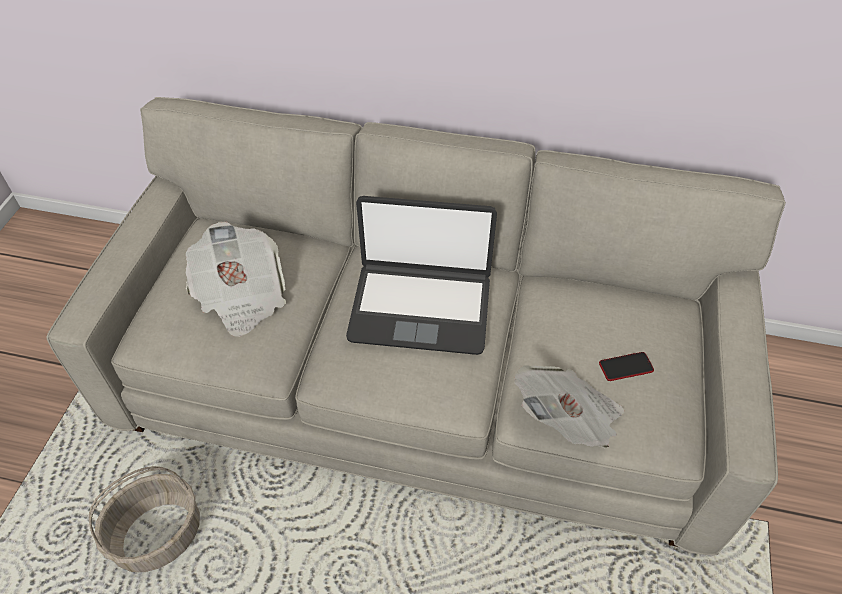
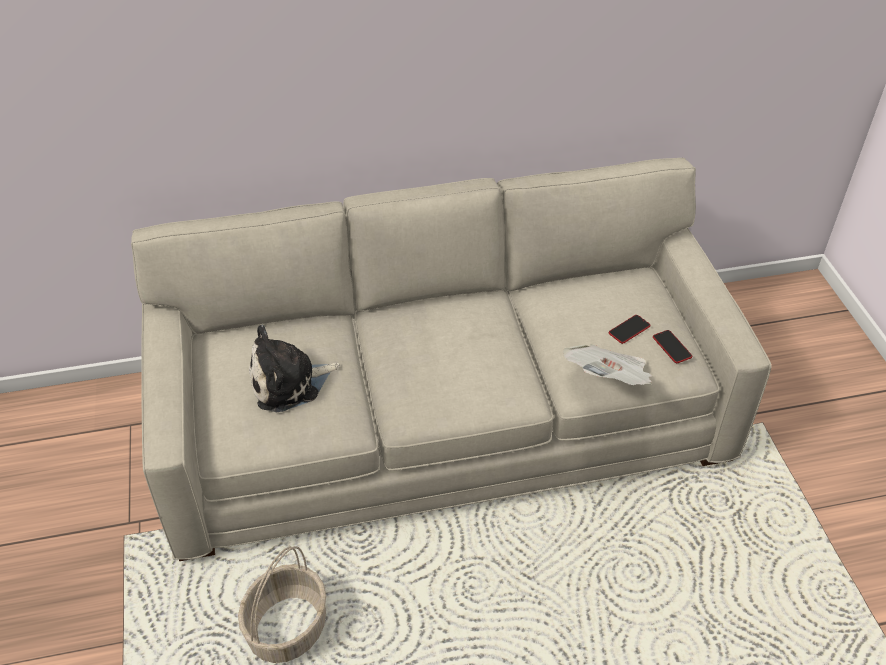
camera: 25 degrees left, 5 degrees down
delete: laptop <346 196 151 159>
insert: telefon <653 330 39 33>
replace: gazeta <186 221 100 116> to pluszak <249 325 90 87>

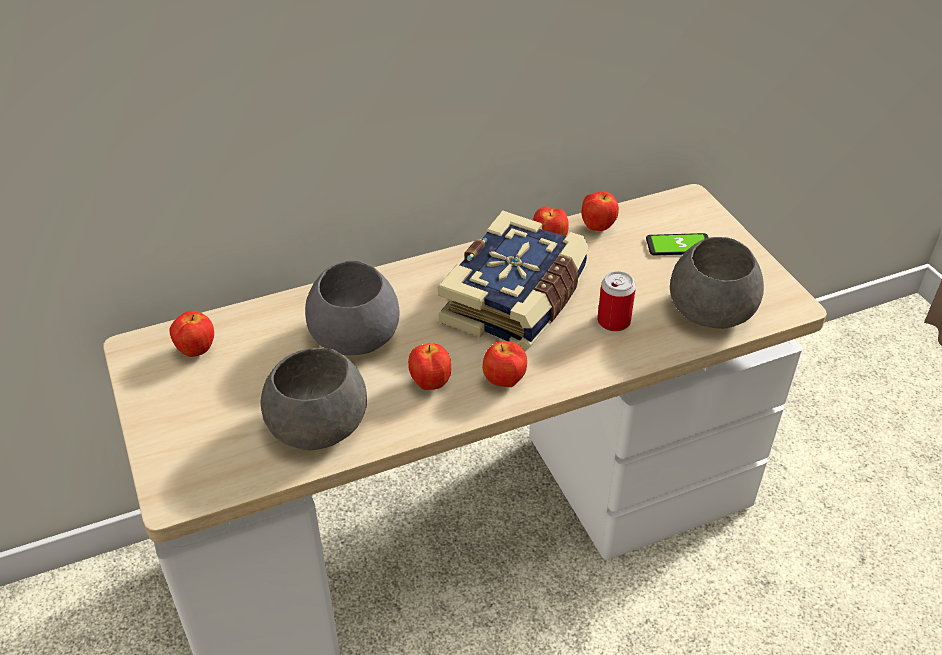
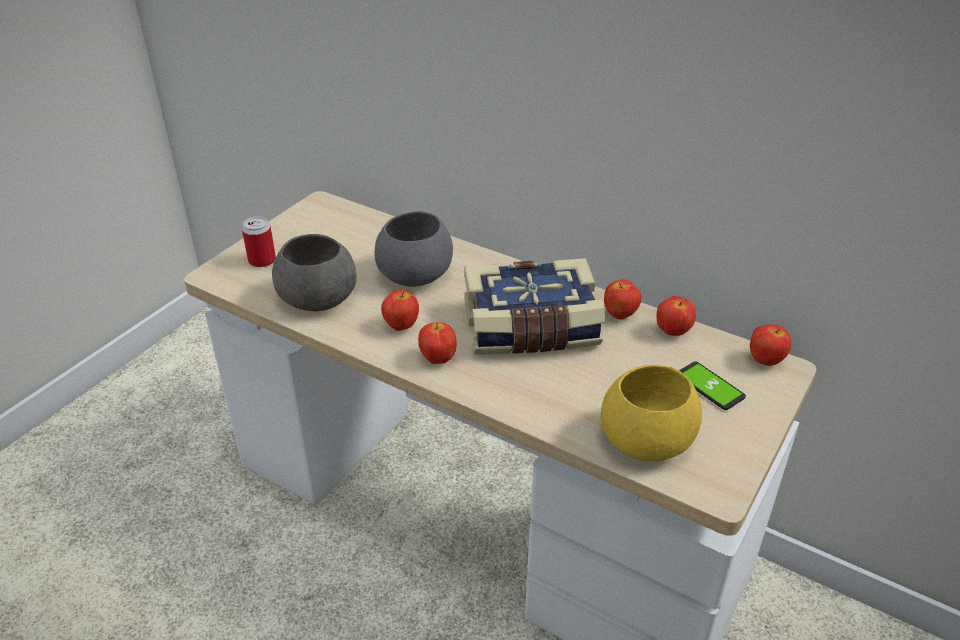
camera: 55 degrees right, 5 degrees down
move: jabłko <169 311 45 46> to <750 324 41 42>; puszka <597 271 39 61> to <242 216 34 51>
recolor: miska/szary <670 237 94 92> to miska/żółty <600 365 102 96>

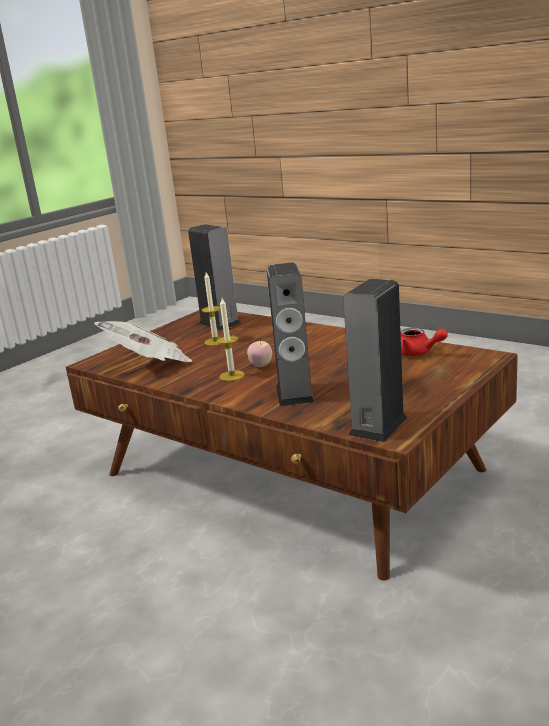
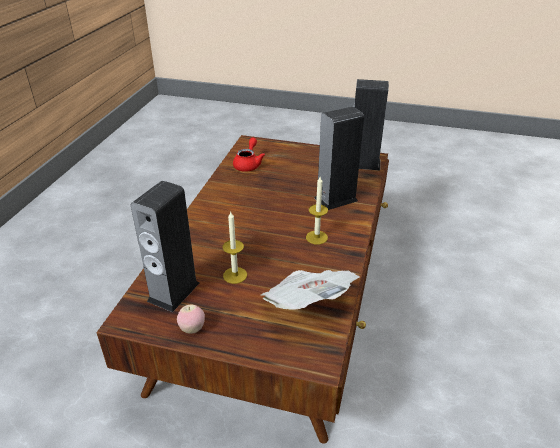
camera: 115 degrees left, 15 degrees up
move: jabłko <247 341 25 26> to <177 305 28 29>

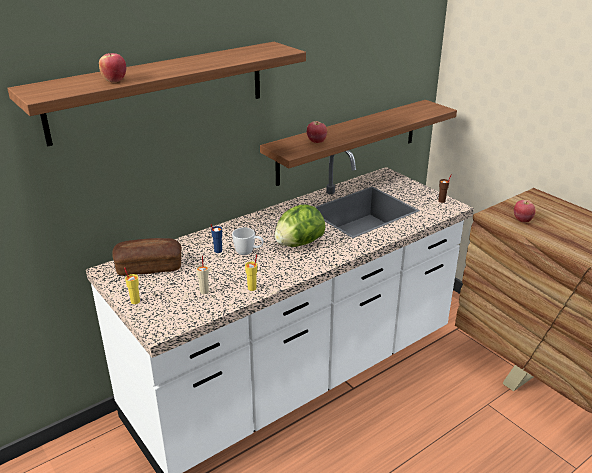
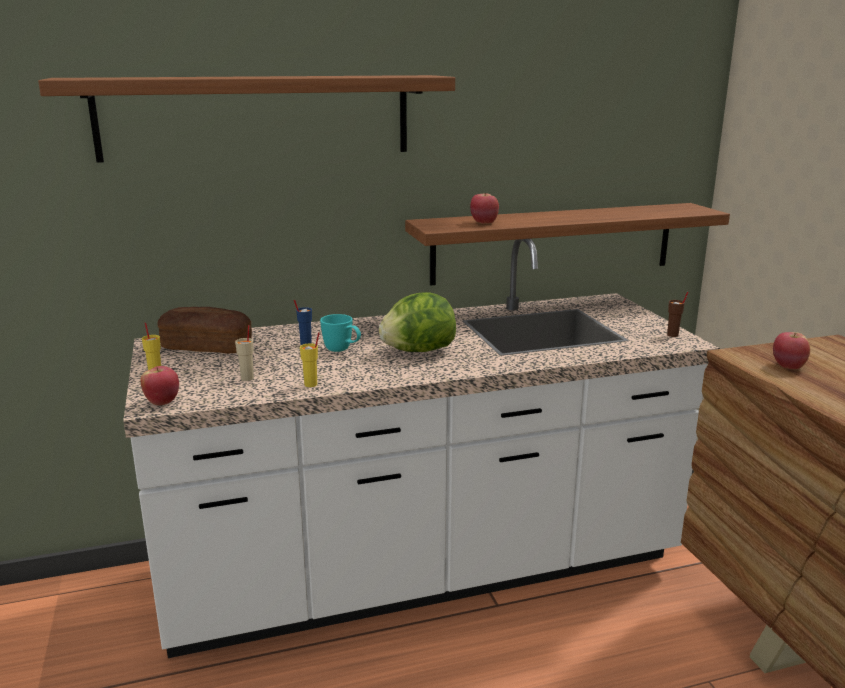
camera: 20 degrees right, 10 degrees down
move: jabłko <99 53 27 30> to <140 366 39 40>
recolor: kubek/biały <232 228 32 27> to kubek/turkusowy <320 314 41 38>

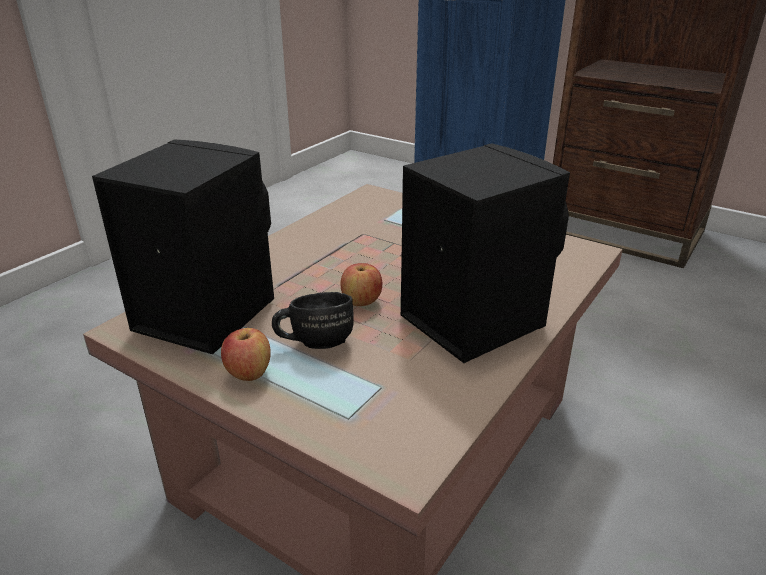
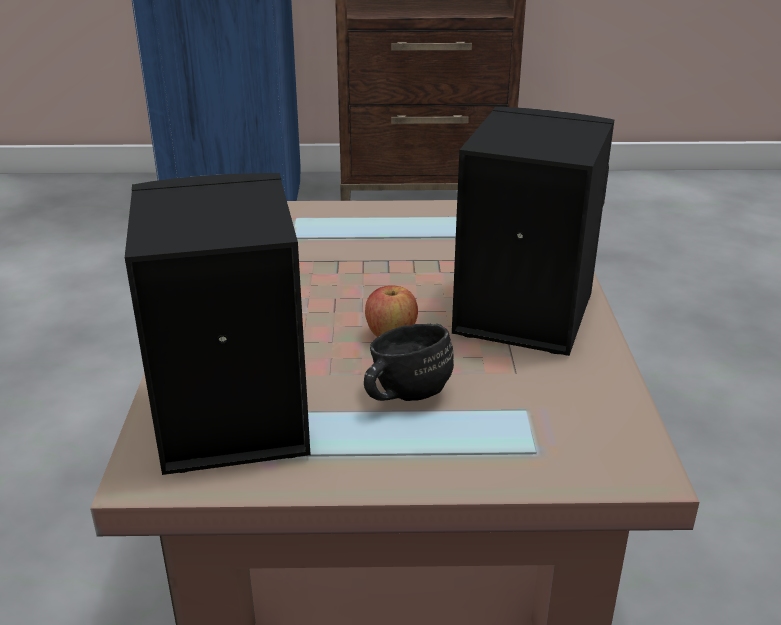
camera: 35 degrees left, 0 degrees up
delete: jabłko <221 328 50 53>

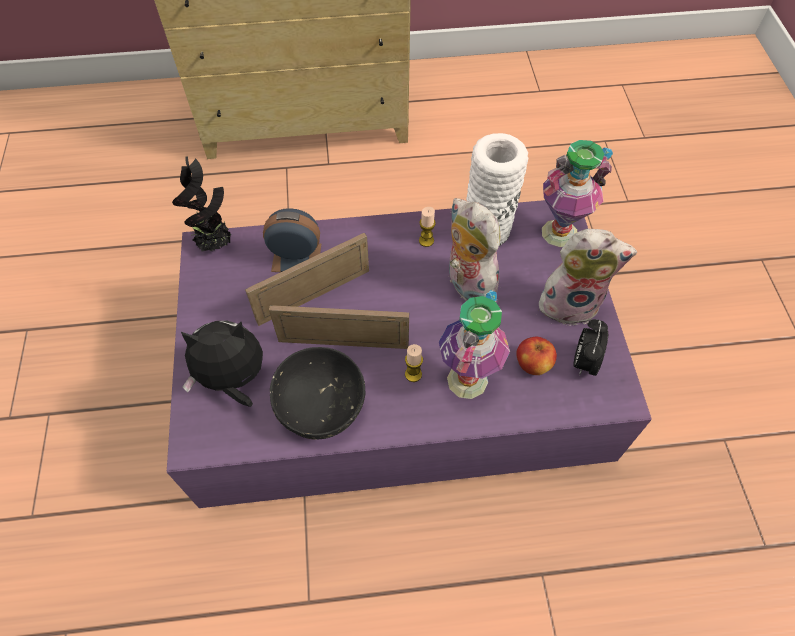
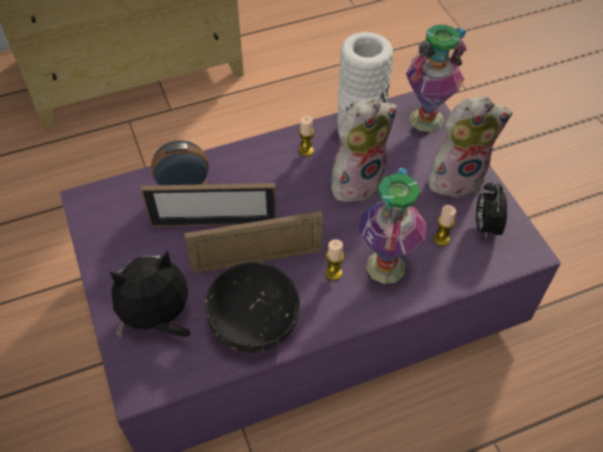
camera: 15 degrees left, 5 degrees down
delete: roślina doniczkowa <172 156 59 95>
replace: jabłko <516 337 41 38> to świeca <433 205 23 41>
rotate: ramka na zdjęcie <245 233 124 93> = <141 183 136 44> 135 degrees counterclockwise; pluszak <448 198 52 103> = <331 98 66 105> 105 degrees clockwise

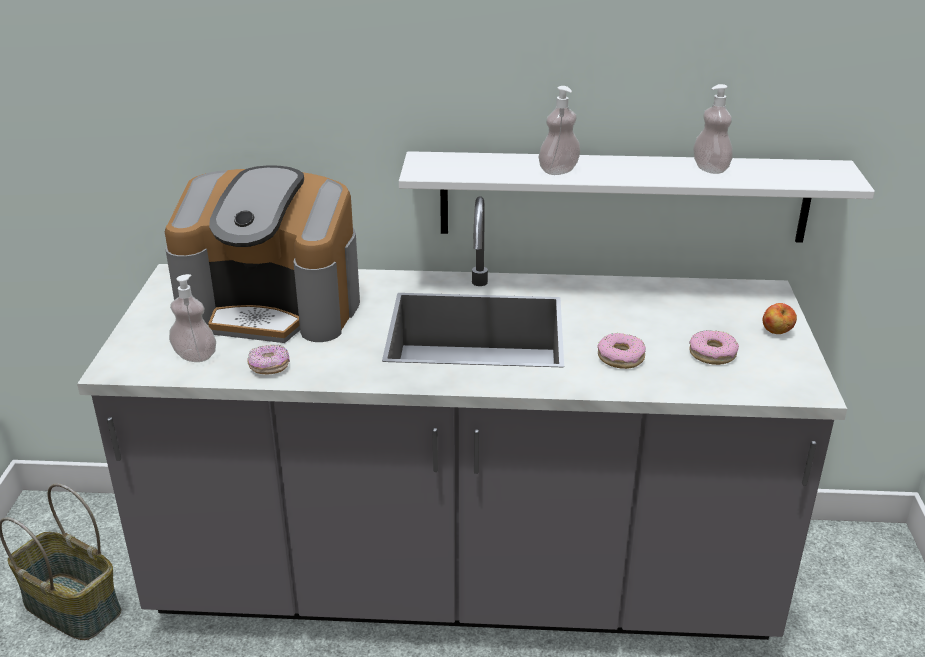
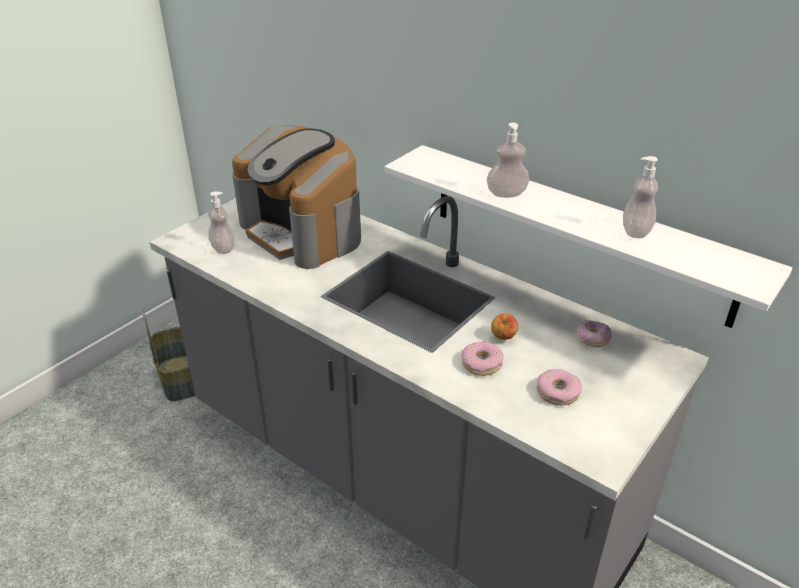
camera: 35 degrees right, 5 degrees up
move: donut <247 345 43 29> to <577 321 35 26>; jabłko <762 303 35 31> to <491 314 27 26>

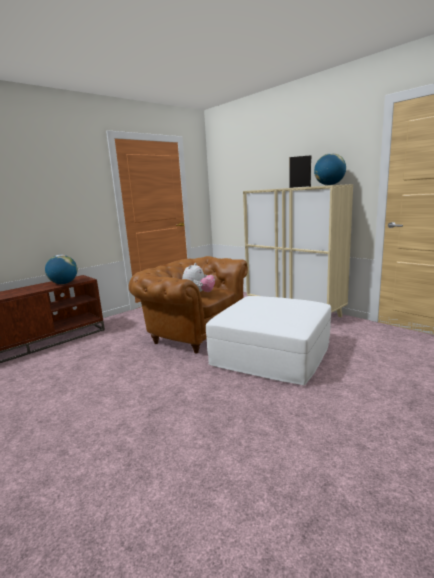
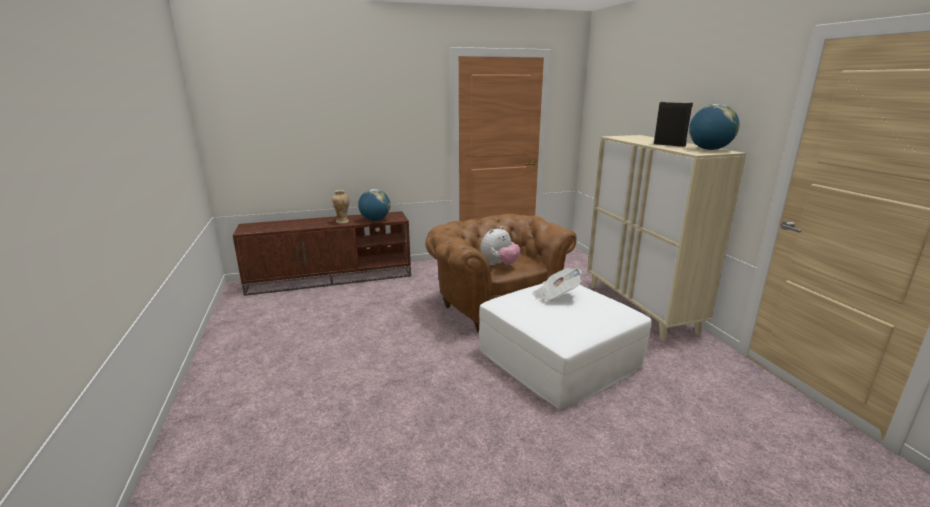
camera: 25 degrees right, 5 degrees up
insert: wazon <332 190 17 34>; gazeta <532 268 50 34>

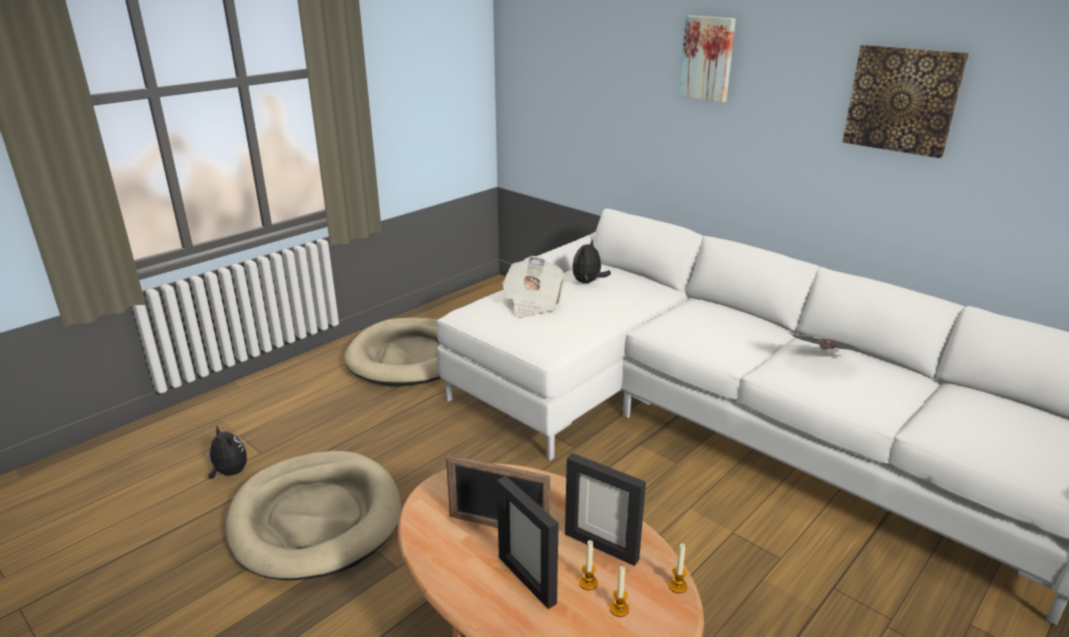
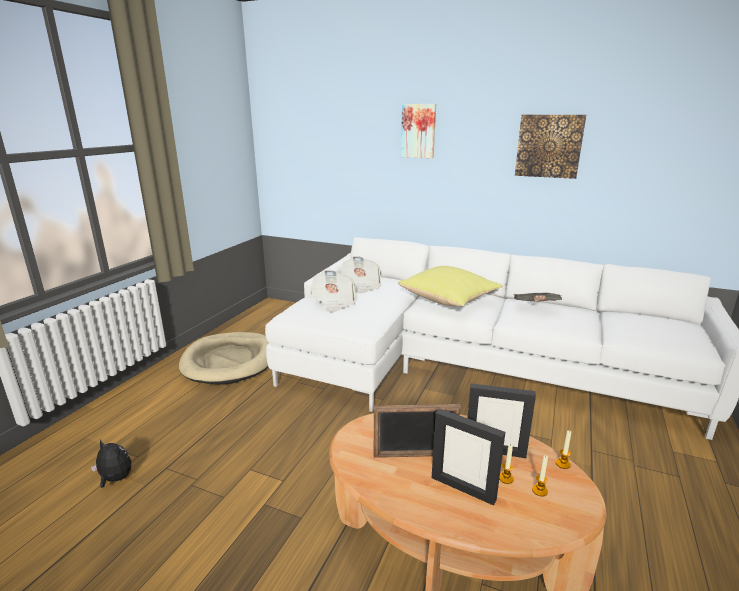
camera: 20 degrees left, 5 degrees down
delete: legowisko/beżowy <226 451 175 130>
insert: poduszka/żółty <398 266 105 41>
replace: pluszak <572 239 39 45> to gazeta <341 256 40 38>

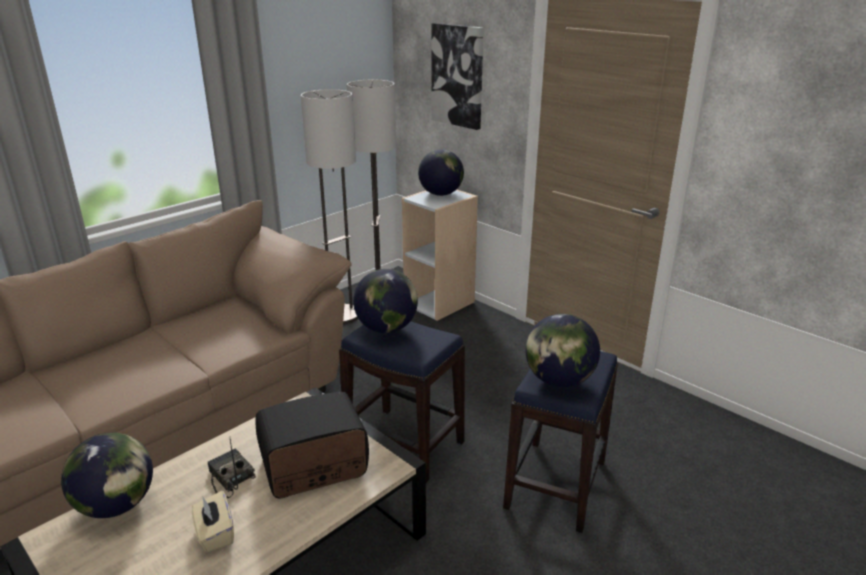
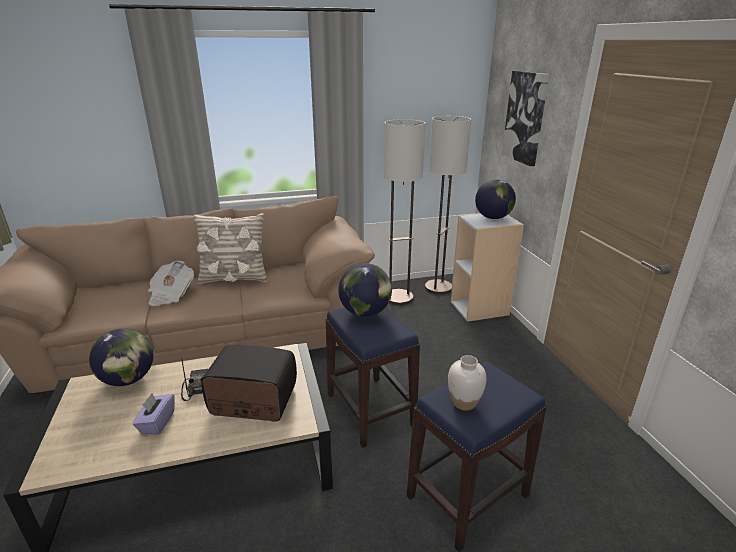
camera: 30 degrees right, 0 degrees up
insert: gazeta <148 261 46 45>; poduszka/beżowy <194 213 73 71>
replace: globus <525 314 75 73> to wazon/biały <448 355 39 56>
recolor: pudełko chusteczek/beżowy <192 491 42 61> to pudełko chusteczek/fioletowy <133 393 42 42>

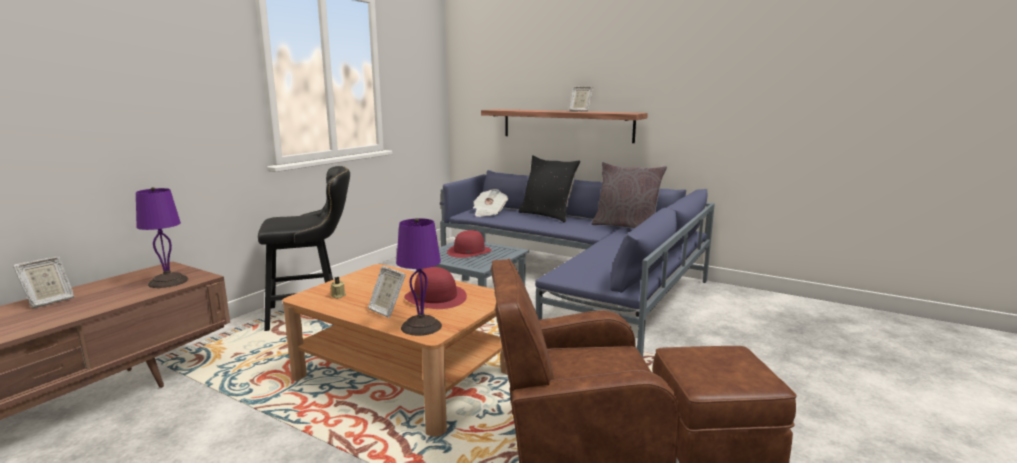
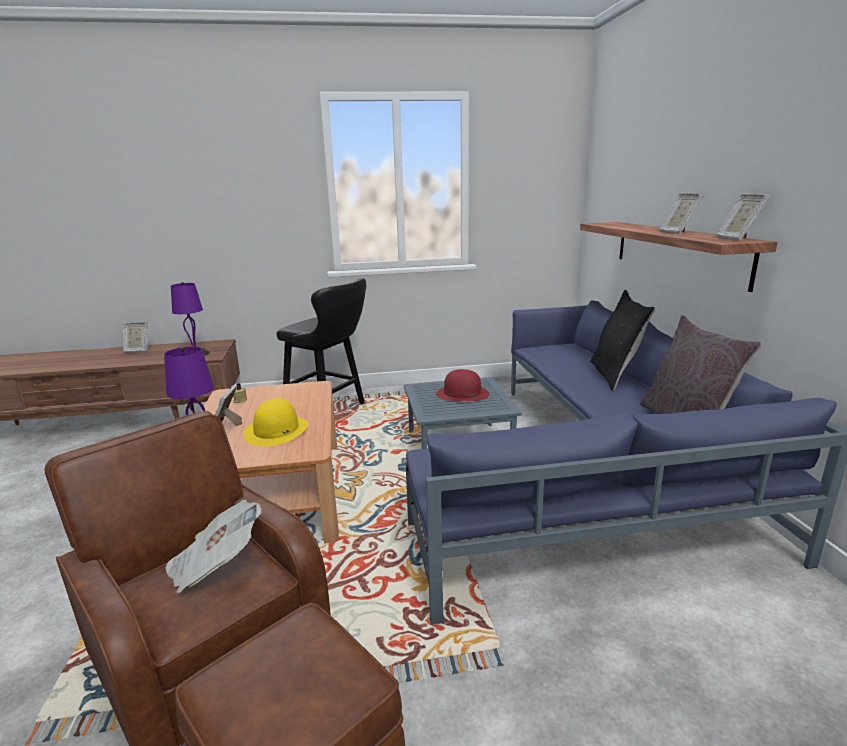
camera: 50 degrees right, 5 degrees up
insert: ramka na zdjęcie <716 193 55 47>
move: gazeta <473 189 35 28> to <165 500 97 93>
recolor: kapelusz/czerwony <404 267 63 42> to kapelusz/żółty <243 398 66 49>

